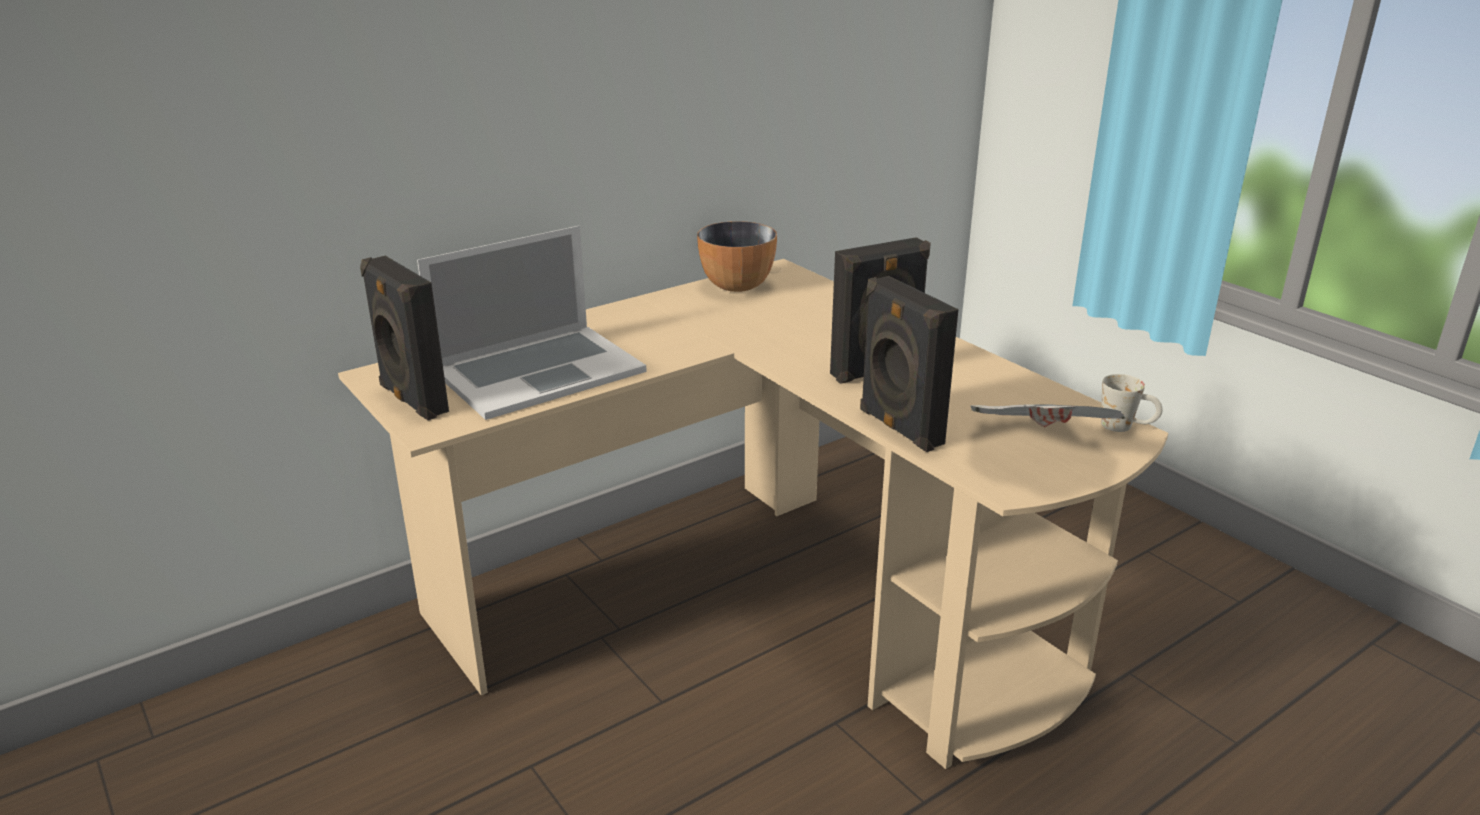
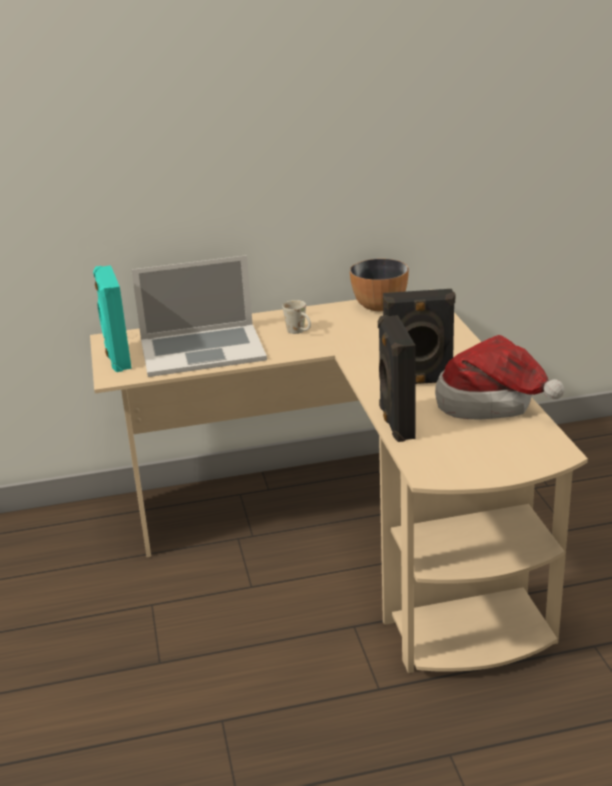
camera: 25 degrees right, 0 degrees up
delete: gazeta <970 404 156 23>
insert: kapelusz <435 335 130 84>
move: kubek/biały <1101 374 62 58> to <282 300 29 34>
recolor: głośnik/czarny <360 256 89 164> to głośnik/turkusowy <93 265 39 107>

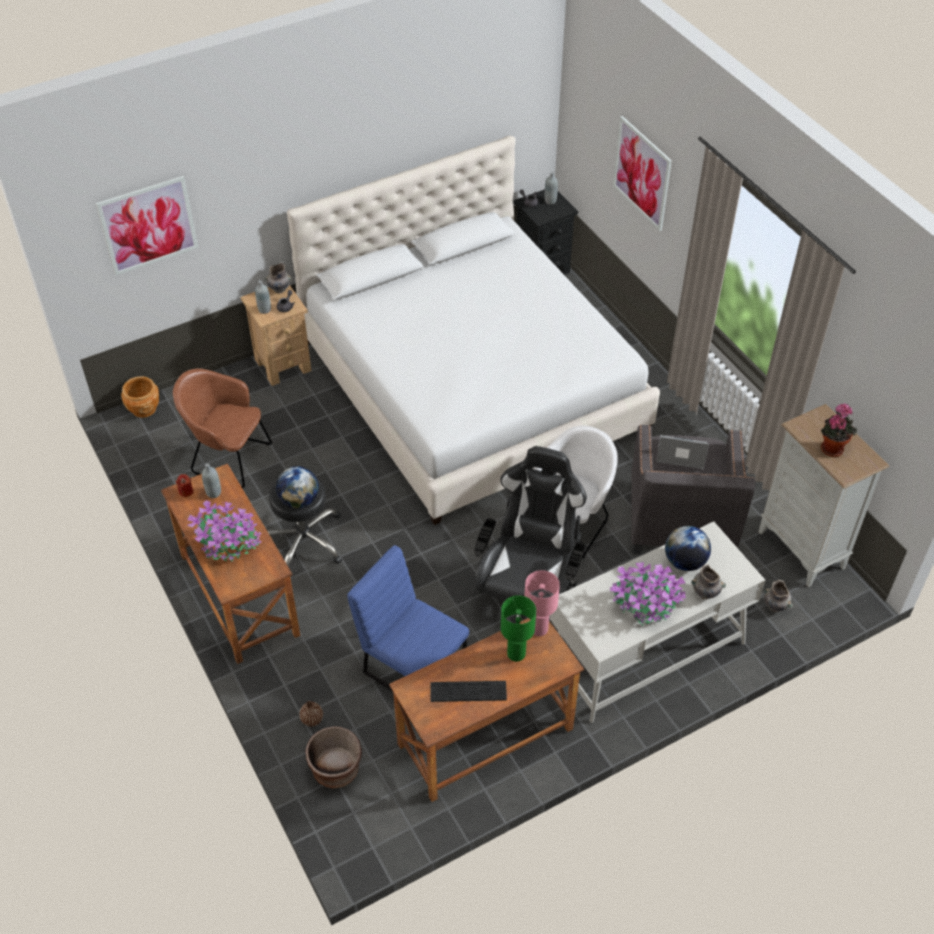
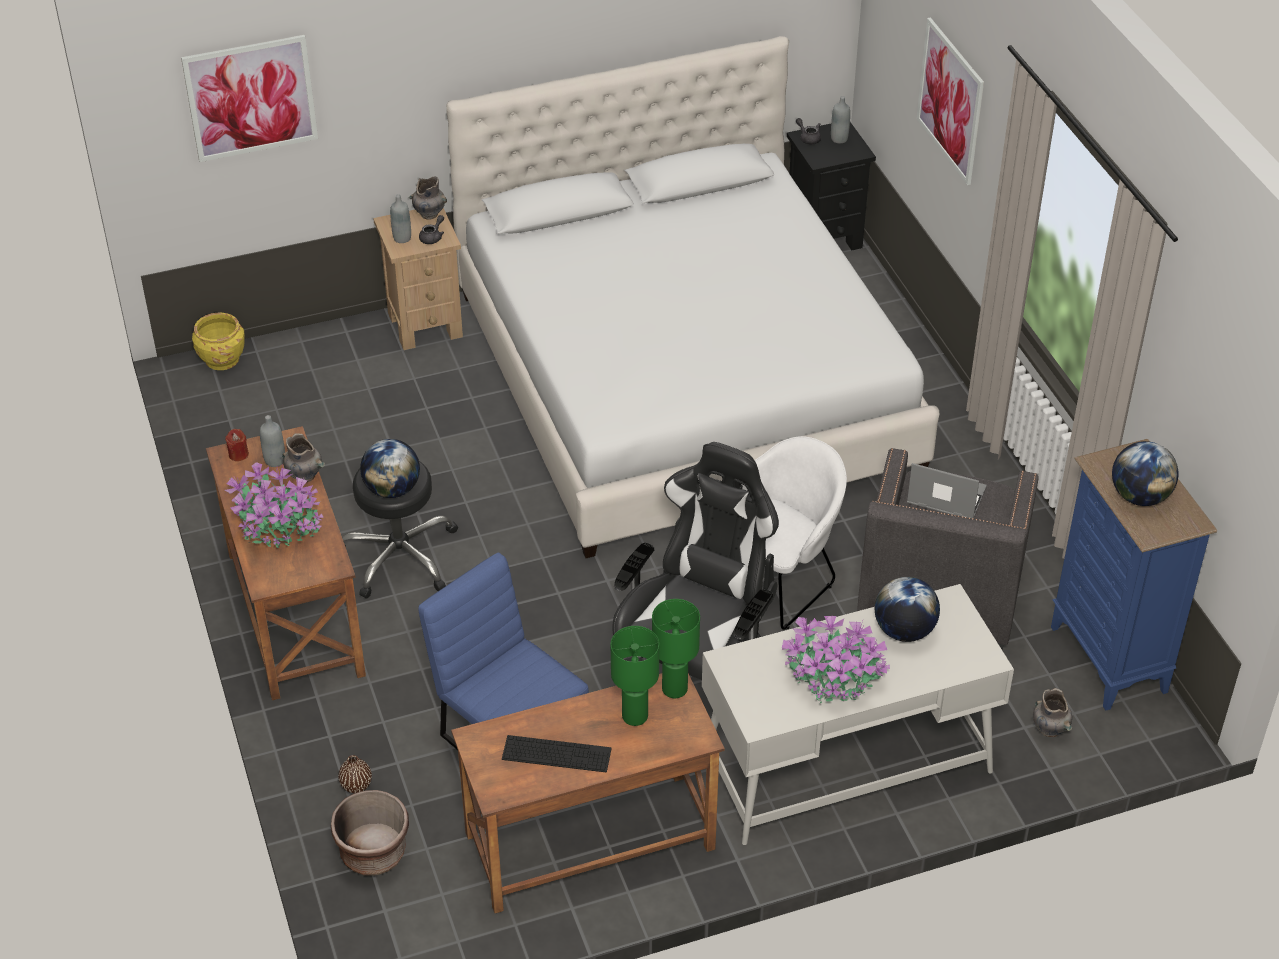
camera: 10 degrees right, 5 degrees down
delete: fotel/brązowy <173 368 99 120>
move: wazon/szary <691 564 35 35> to <282 433 43 50>
replace: roślina doniczkowa <821 403 36 54> to globus <1112 441 66 65>
recolor: donica/brązowy <121 376 38 42> to donica/żółty <192 312 53 58>; lampa stołowa/różowy <524 570 36 66> to lampa stołowa/zielony <652 599 48 99>; komoda/biały <758 404 131 183> to komoda/niebieski <1051 439 166 272>

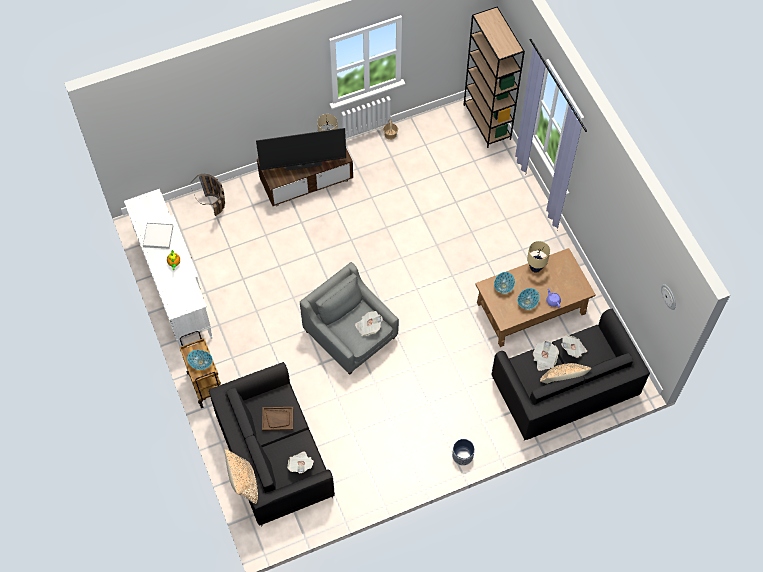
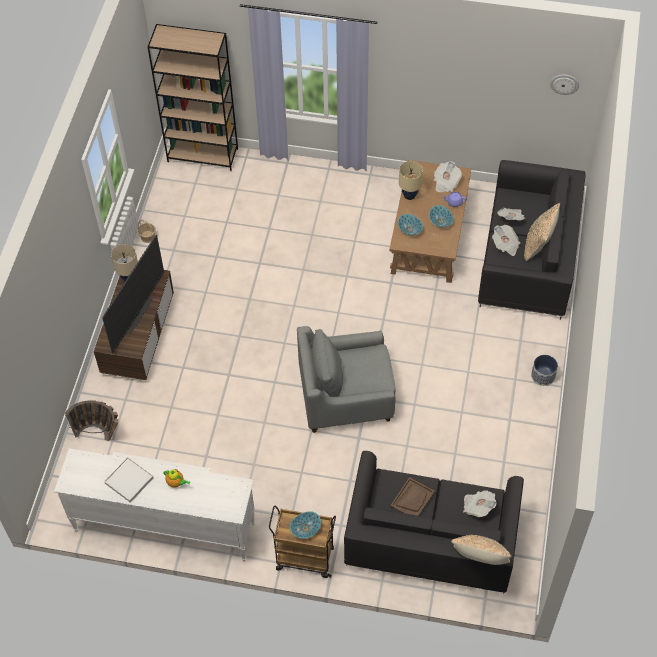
camera: 55 degrees left, 5 degrees down
move: gazeta <355 311 28 25> to <434 161 28 31>

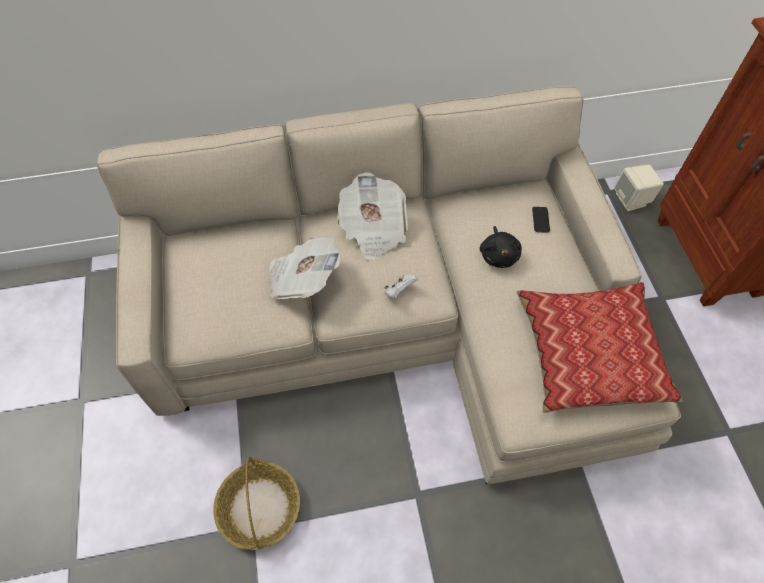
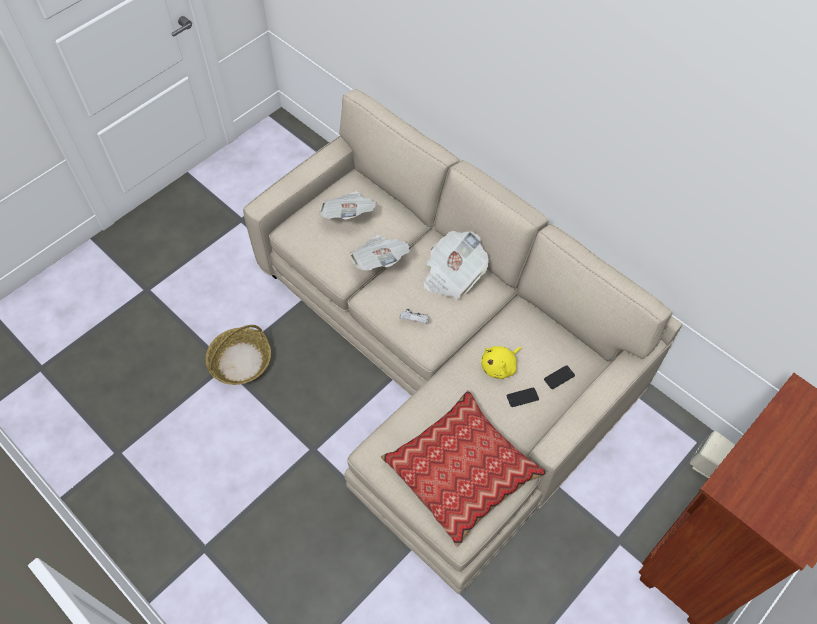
camera: 55 degrees right, 0 degrees up
insert: gazeta <319 191 58 29>; telefon <507 388 32 19>
recolor: pluszak/czarny <480 226 42 42> to pluszak/żółty <481 346 41 33>

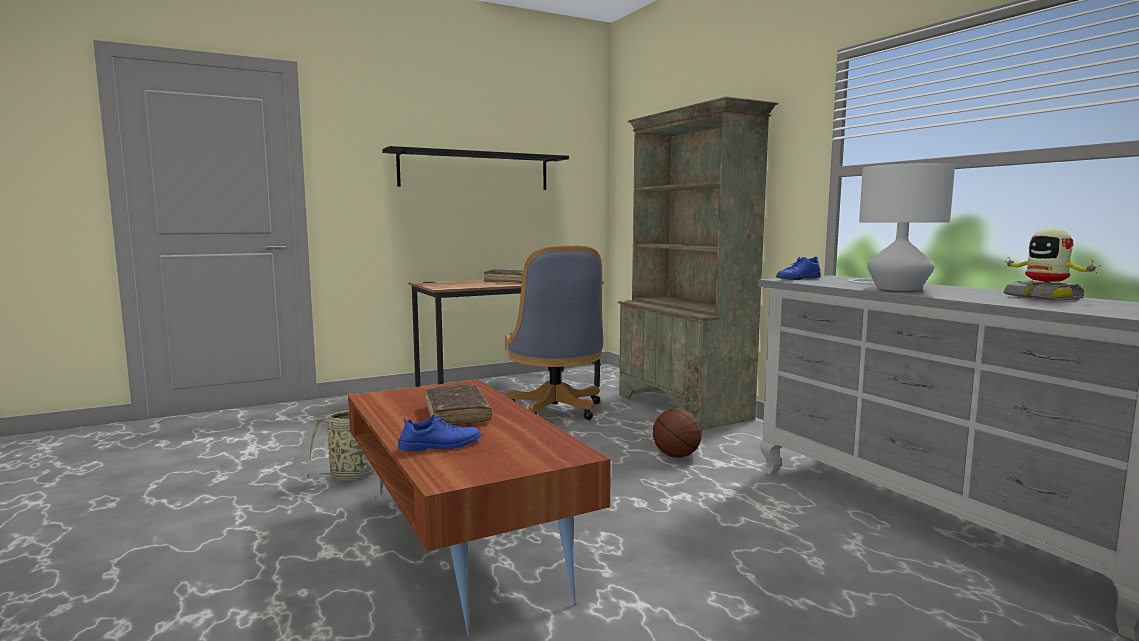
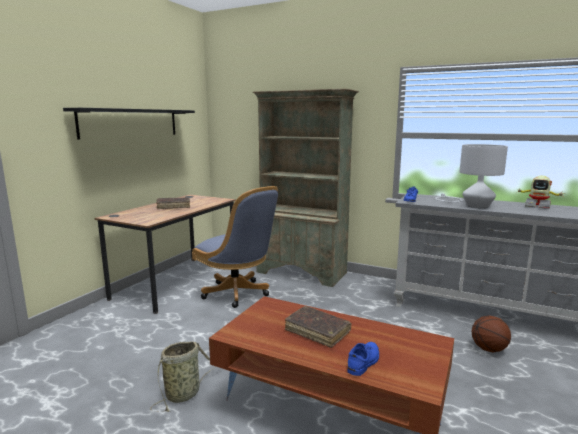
camera: 35 degrees left, 5 degrees up
move: piłka do koszykówki <653 408 49 50> to <471 315 40 37>

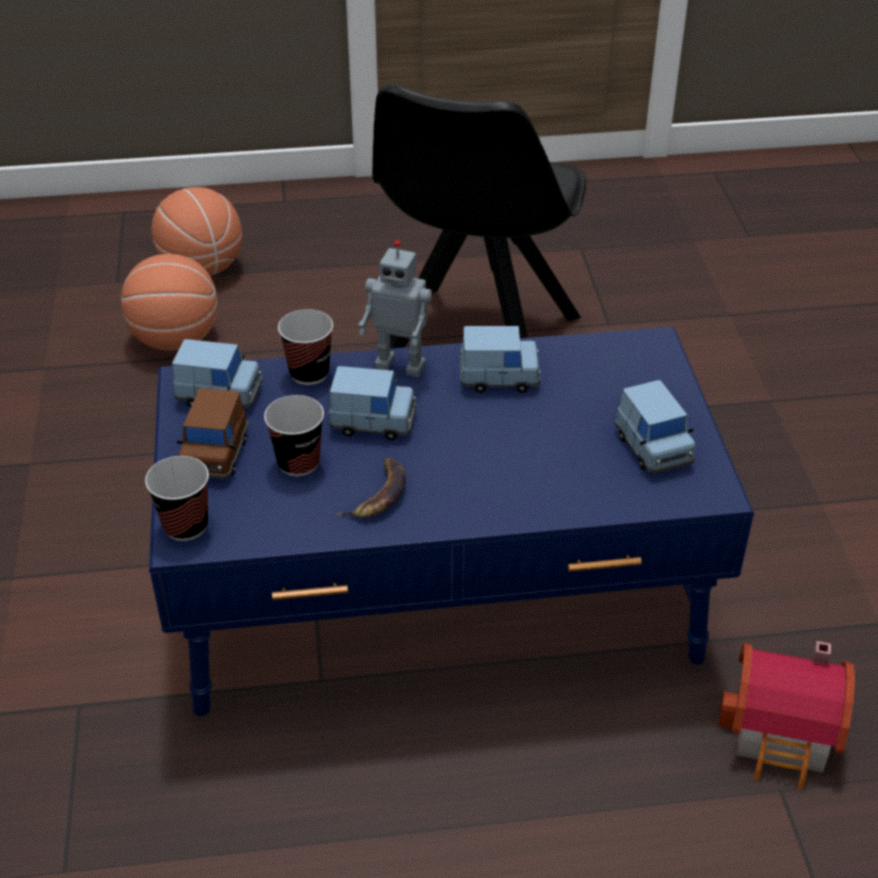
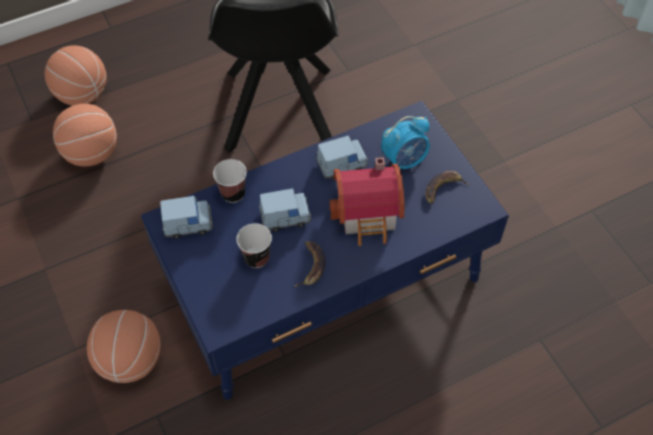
camera: 20 degrees left, 15 degrees up
delete: filiżanka <145 456 64 85>; samochodzik/brązowy <177 388 72 91>; robot zabawkowy <359 240 73 137>
insert: piłka do koszykówki <87 310 74 73>; budzik <381 116 49 53>
move: domek <718 641 137 149> to <330 157 75 89>
replace: samochodzik/niebieski <615 380 80 93> to banan <426 171 44 33>

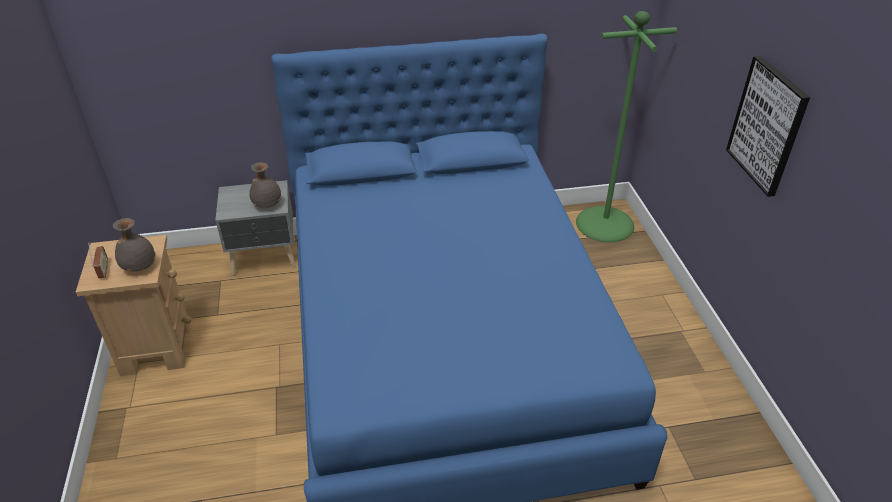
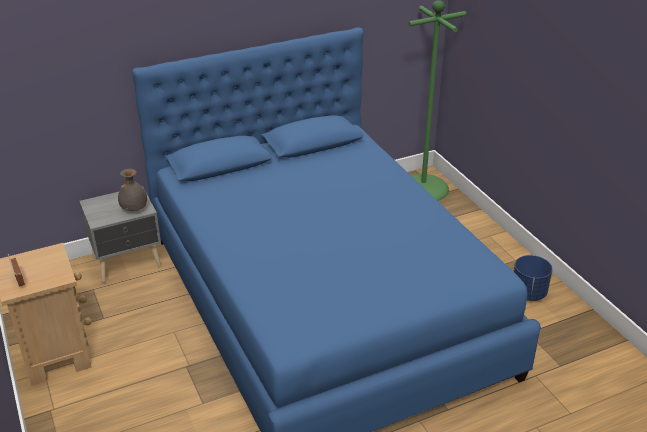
camera: 15 degrees left, 5 degrees down
delete: wazon/szary <113 218 43 54>; obraz <726 56 84 141>
insert: donica/niebieski <513 255 40 46>

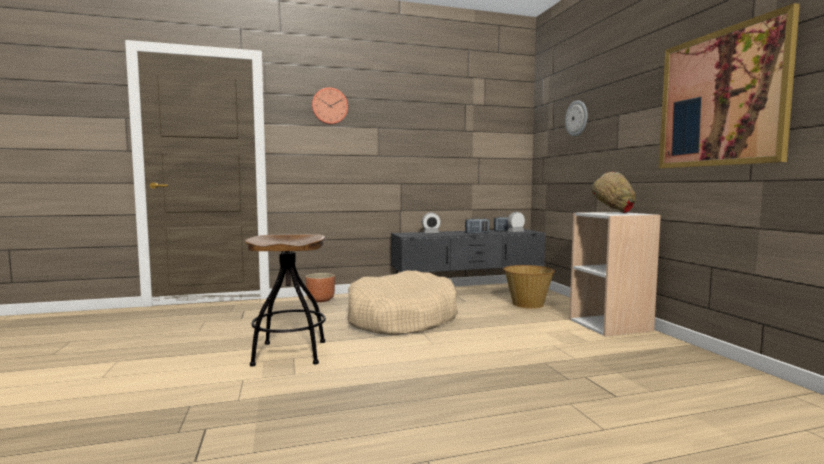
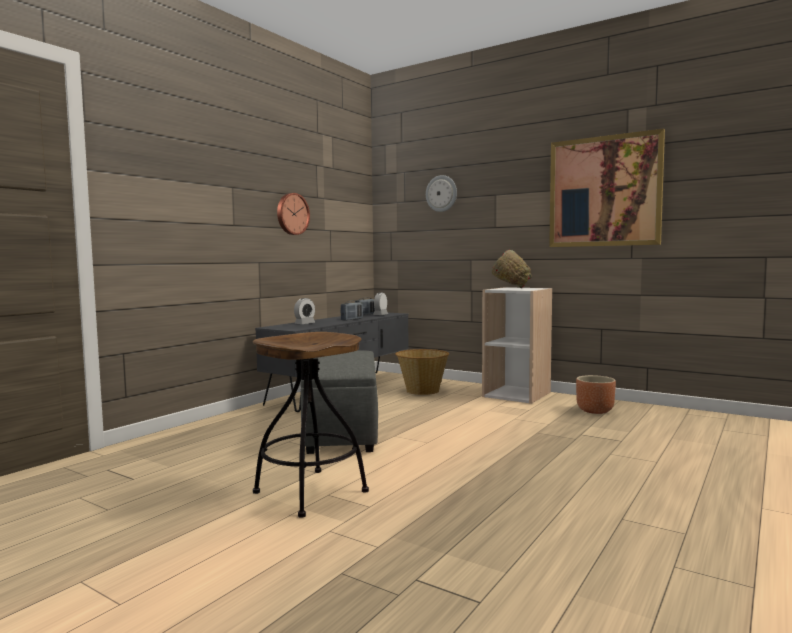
camera: 40 degrees left, 0 degrees up
move: donica/brązowy <306 273 29 29> to <576 375 40 39>; zegar ścienny <312 87 36 38> to <277 193 33 42>
replace: legowisko/beżowy <348 270 110 65> to pufa/szary <300 351 78 103>

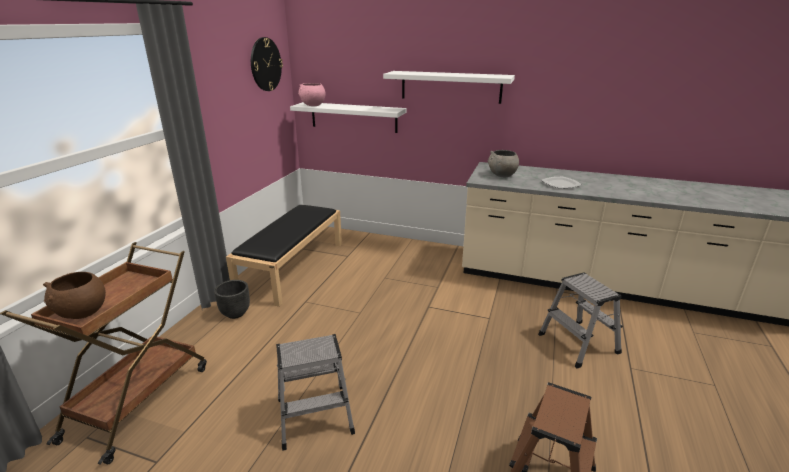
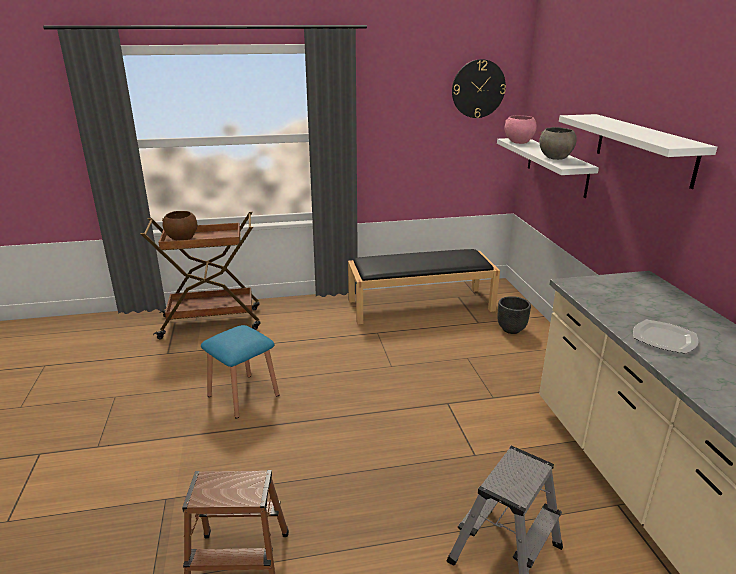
camera: 60 degrees right, 0 degrees up
move: donica/czarny <214 280 36 39> to <497 296 34 38>; miska/szary <487 150 32 27> to <539 127 38 33>
replace: drabinka/szary <276 334 79 117> to stołek/niebieski <201 325 78 94>

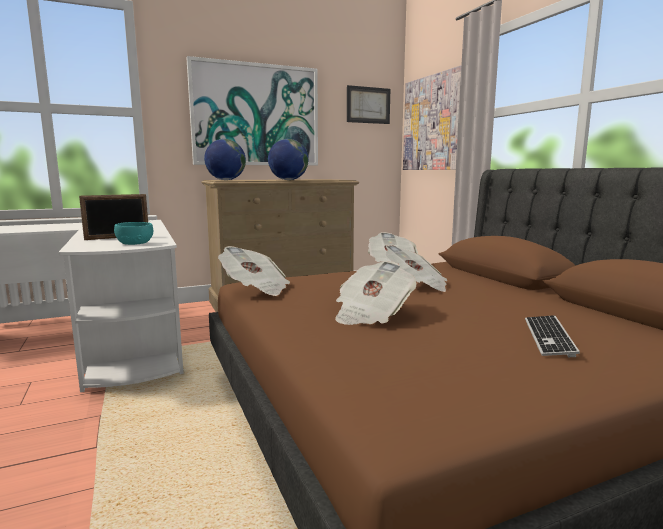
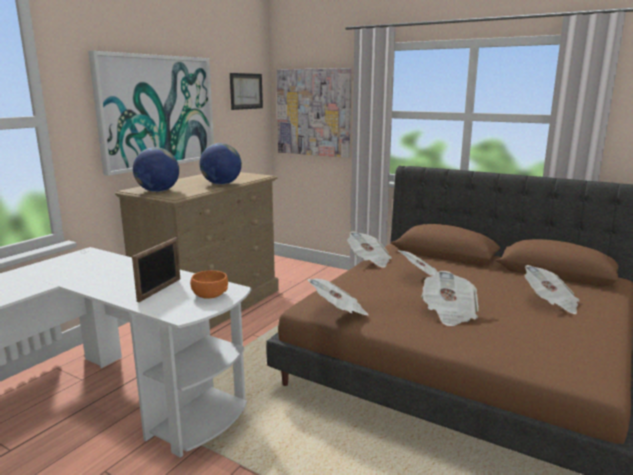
camera: 35 degrees left, 5 degrees up
replace: klawiatura <525 315 55 42> to gazeta <525 265 54 49>
recolor: miska/turkusowy <114 222 39 23> to miska/pomarańczowy <190 270 38 29>

